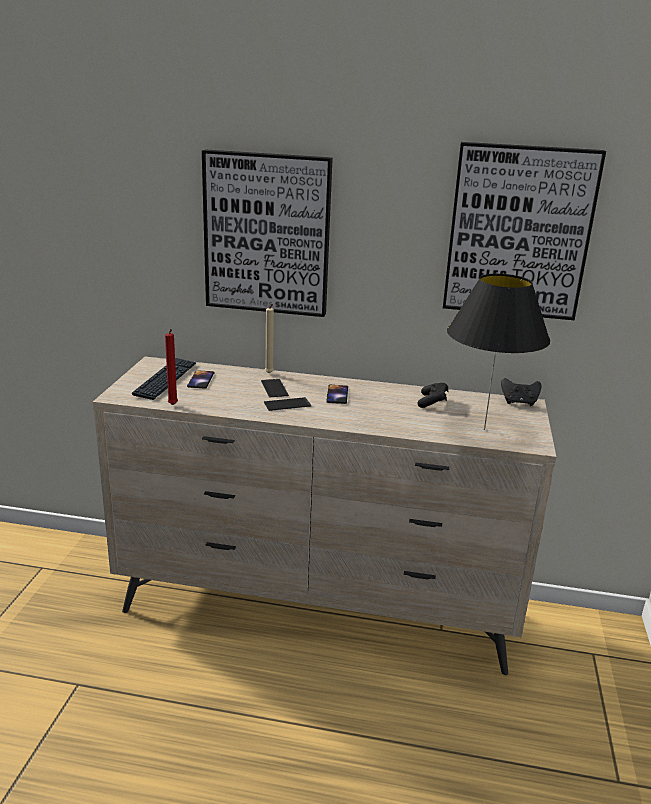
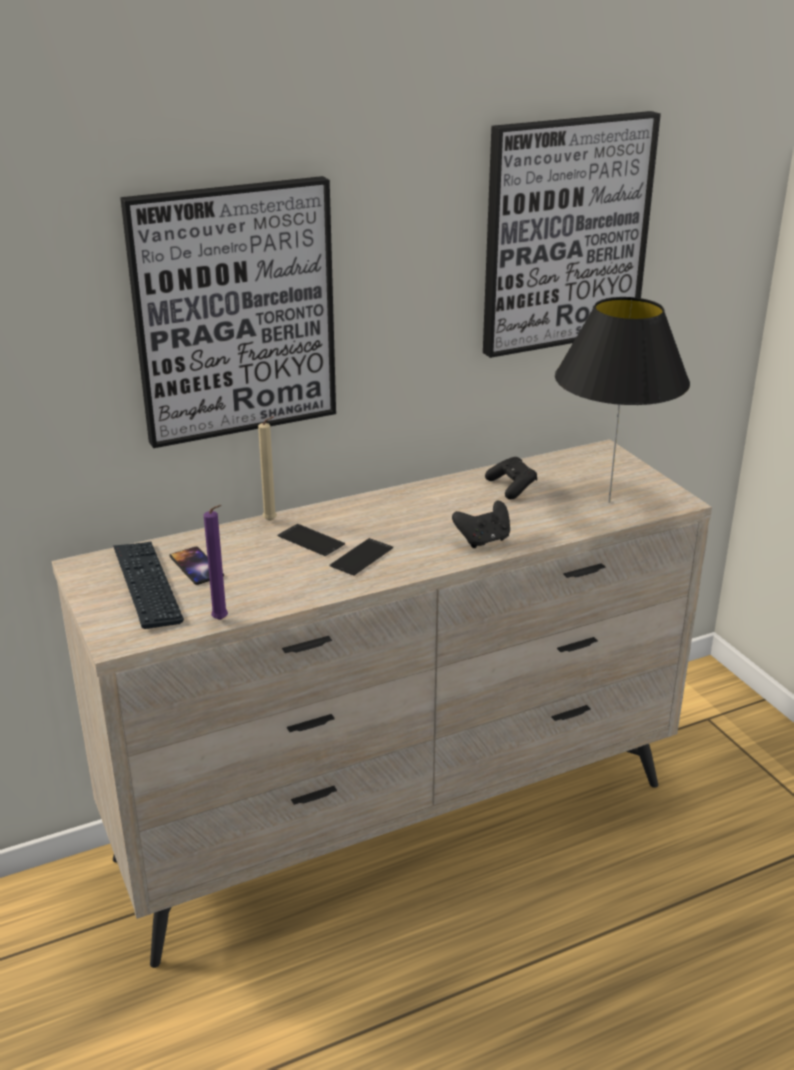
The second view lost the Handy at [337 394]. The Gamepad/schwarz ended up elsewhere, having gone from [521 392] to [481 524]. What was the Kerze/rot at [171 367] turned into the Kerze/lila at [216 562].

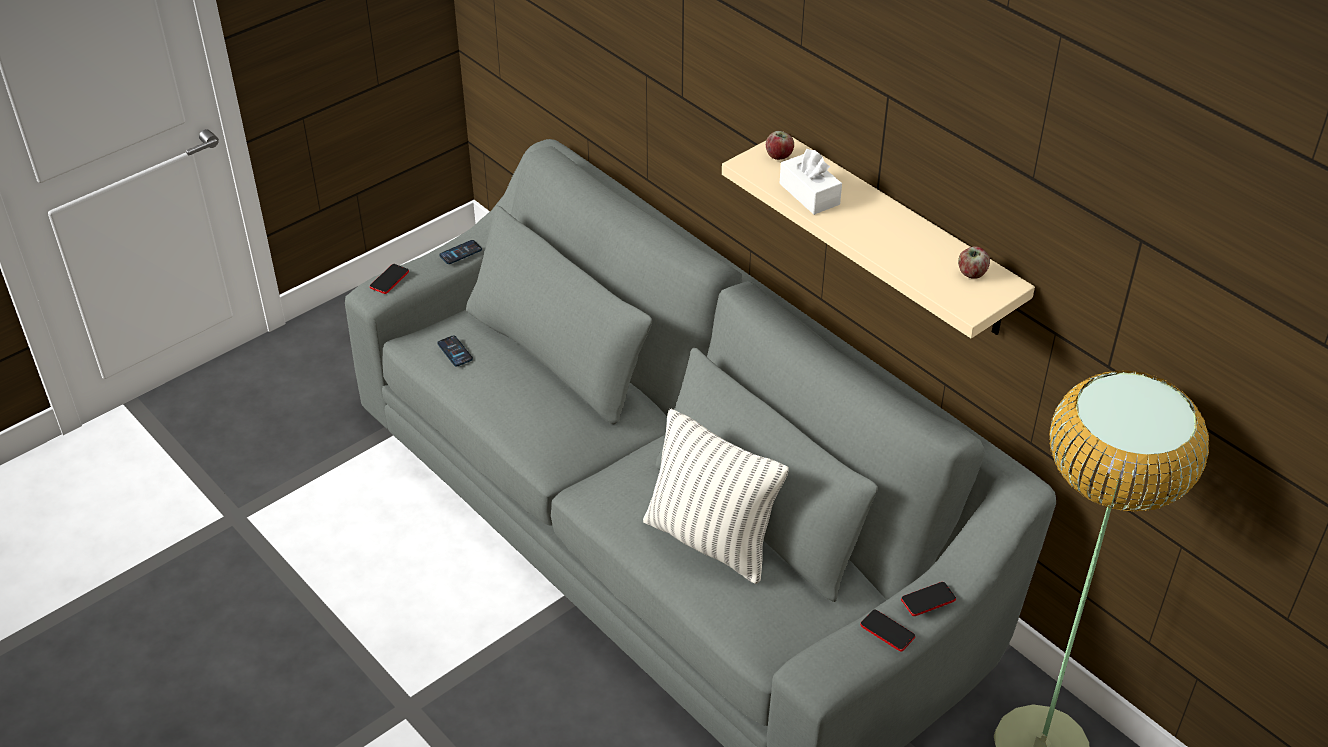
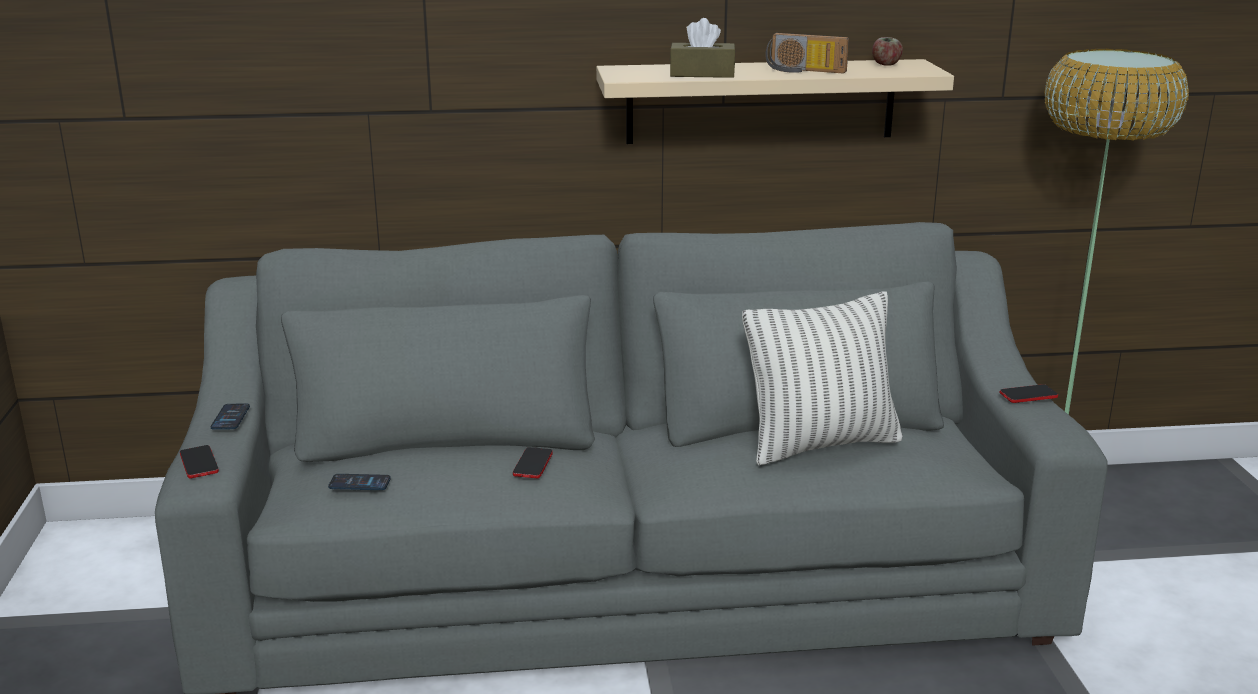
The second view lost the Apfel at [780 145]. The second view gained the Radio at [807 53]. The Handy ended up elsewhere, having gone from [928 599] to [533 463]. What was the Taschentuchbox/weiß at [811 182] turned into the Taschentuchbox/braun at [703 48].

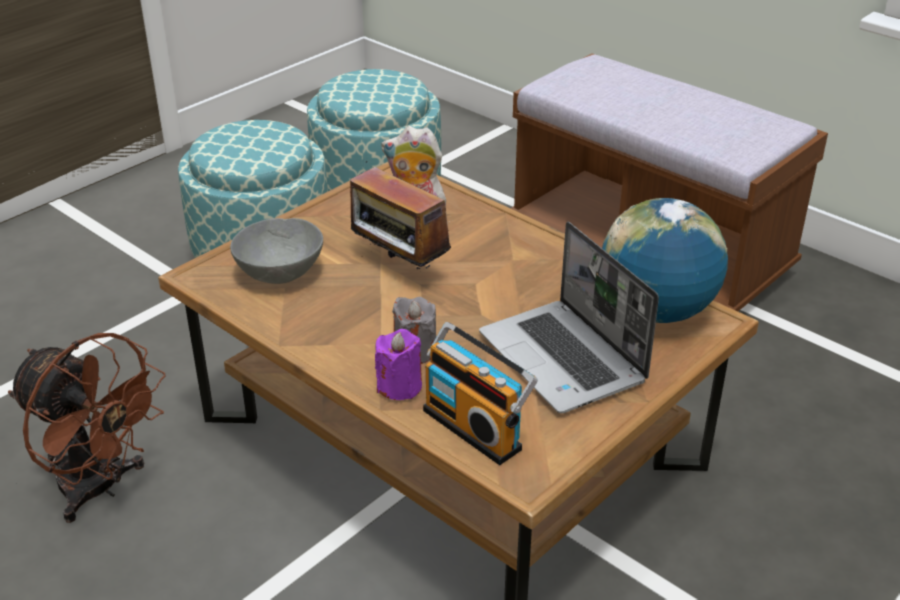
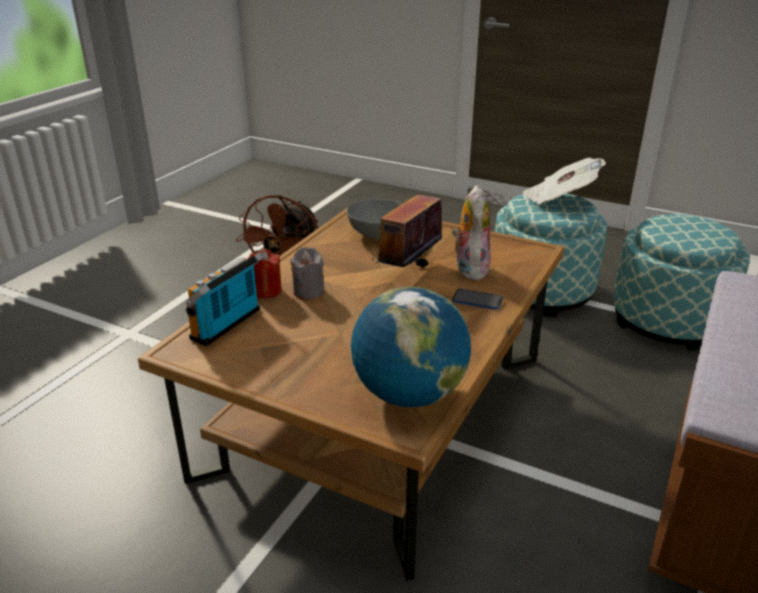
The second view lost the Laptop at [569 317]. The second view gained the Handy at [477 299]. The second view gained the Zeitung at [564 181]. What was the Kerze/lila at [398 364] turned into the Kerze/rot at [265 274].

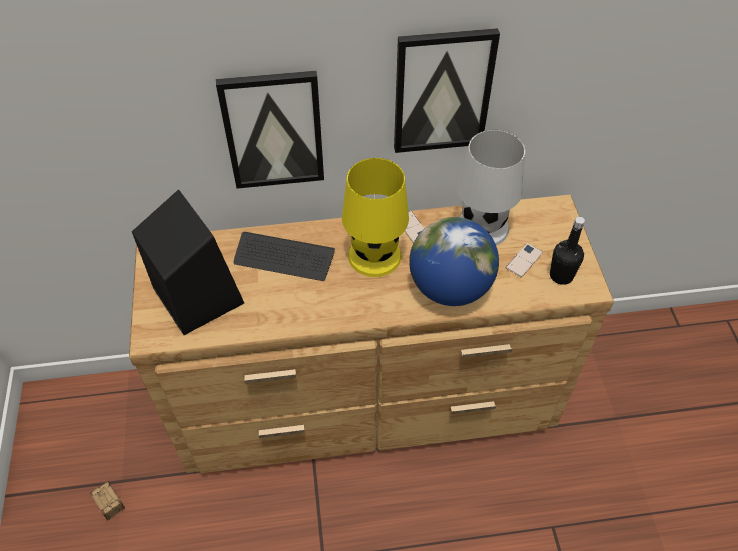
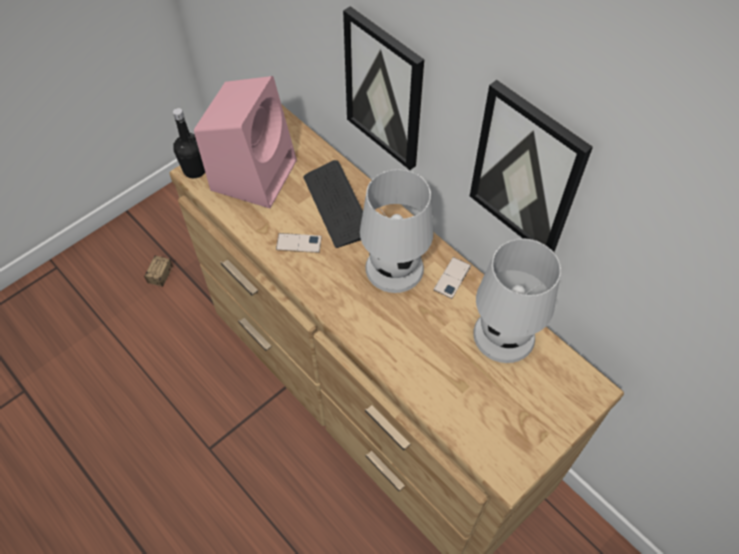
The second view lost the Globus at [454 261]. The Handy ended up elsewhere, having gone from [524 260] to [299 243]. The Flasche/schwarz ended up elsewhere, having gone from [567 251] to [189 143]. What was the Lautsprecher/schwarz at [188 262] turned into the Lautsprecher/rosa at [245 142]. What was the Tischlampe/gelb at [375 217] turned into the Tischlampe/weiß at [397 231].

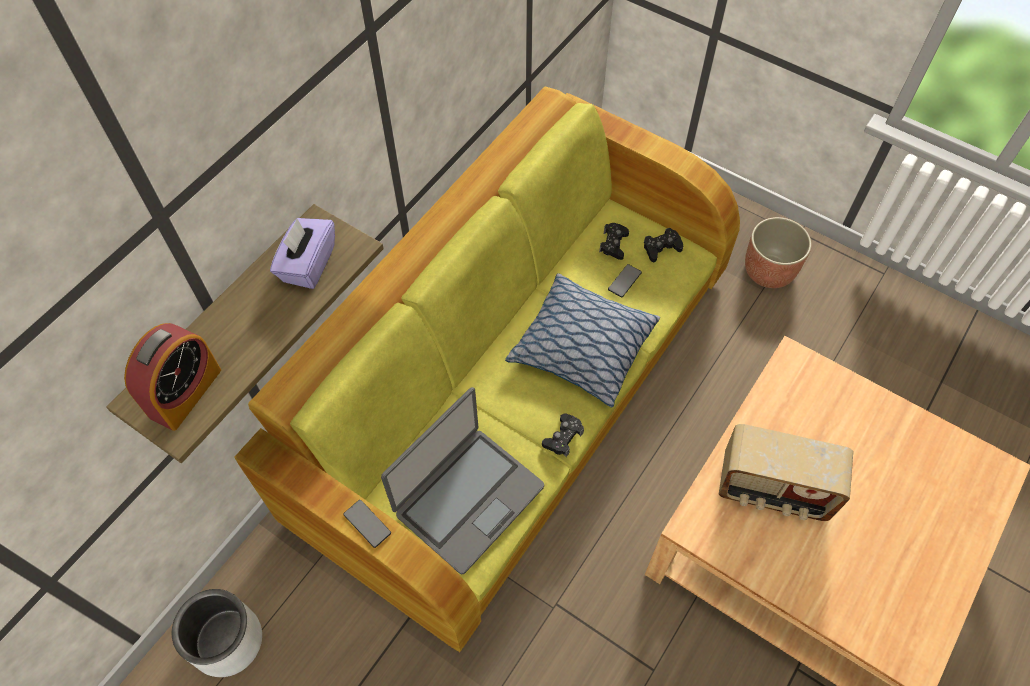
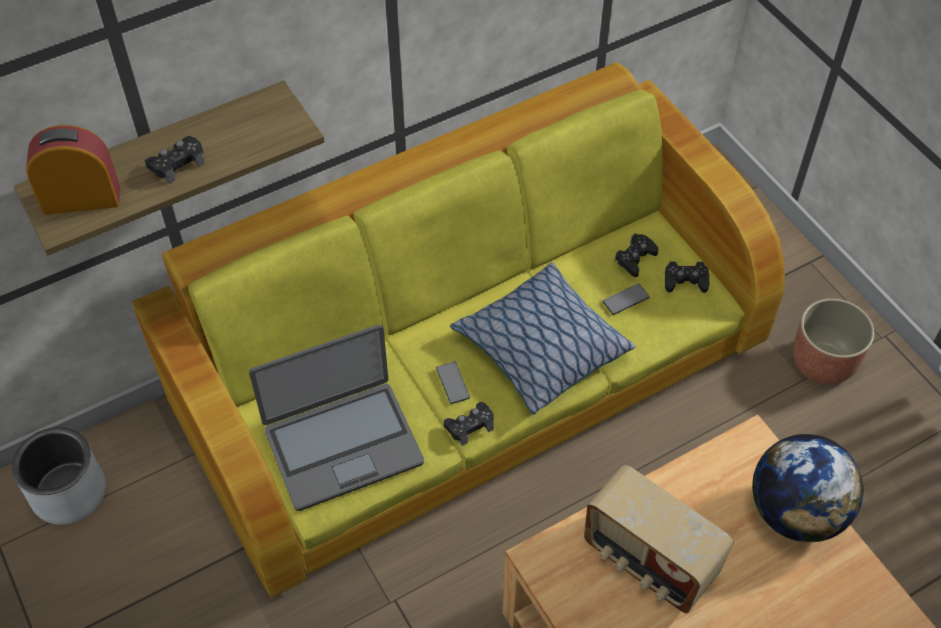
The second view lost the Taschentuchbox/lila at [302 253]. The second view gained the Gamepad/schwarz at [175 160]. The second view gained the Globus at [807 488]. The Handy ended up elsewhere, having gone from [367 524] to [453 382]. The Wecker at [172 377] ended up facing another way, 150 degrees counterclockwise from before.

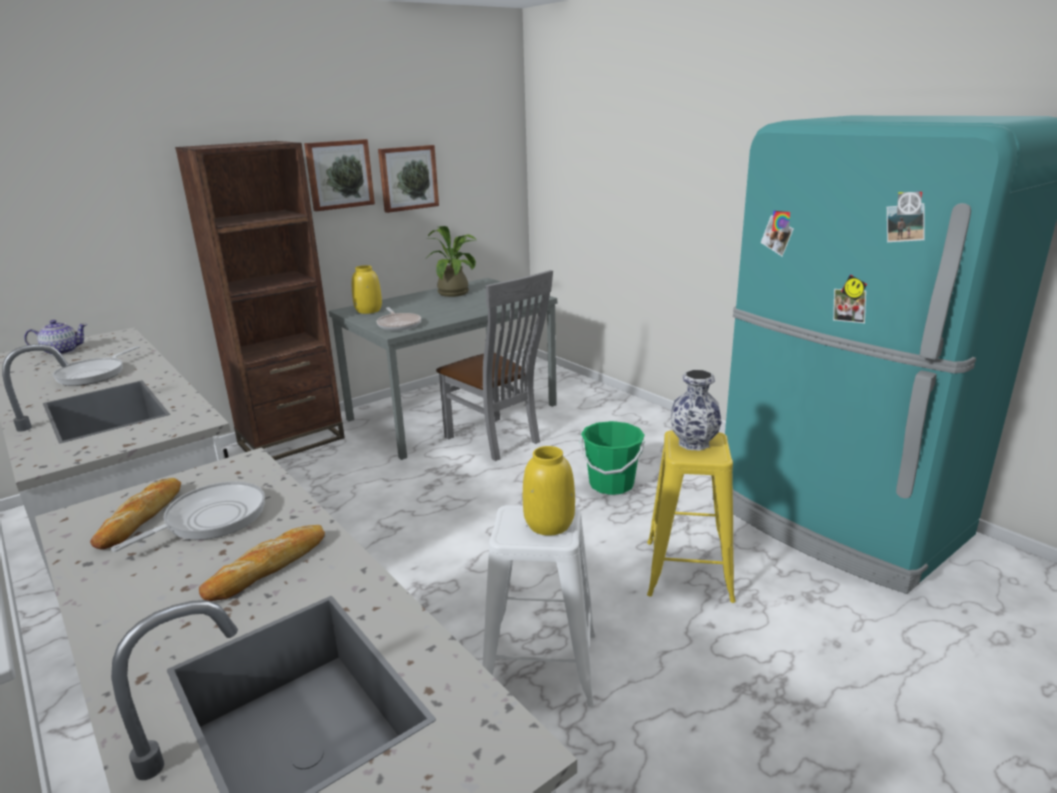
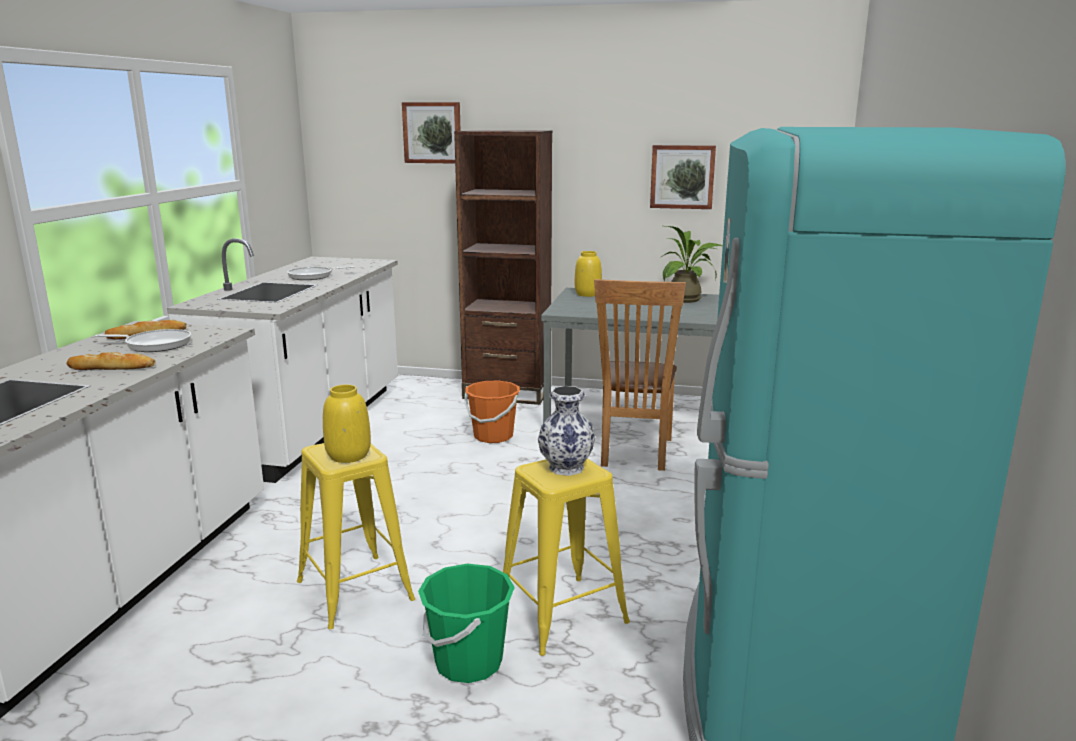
The second view lost the Teekanne at [55 337]. The second view lost the Pfanne at [399 319]. The second view gained the Eimer/orange at [492 412]. The Bild ended up elsewhere, having gone from [339 175] to [431 133]. The Eimer/grün ended up elsewhere, having gone from [612 458] to [466 623]. What was the Stuhl/grau at [494 365] turned into the Stuhl/braun at [640 375]. What was the Hocker/weiß at [539 606] turned into the Hocker/gelb at [356 536].

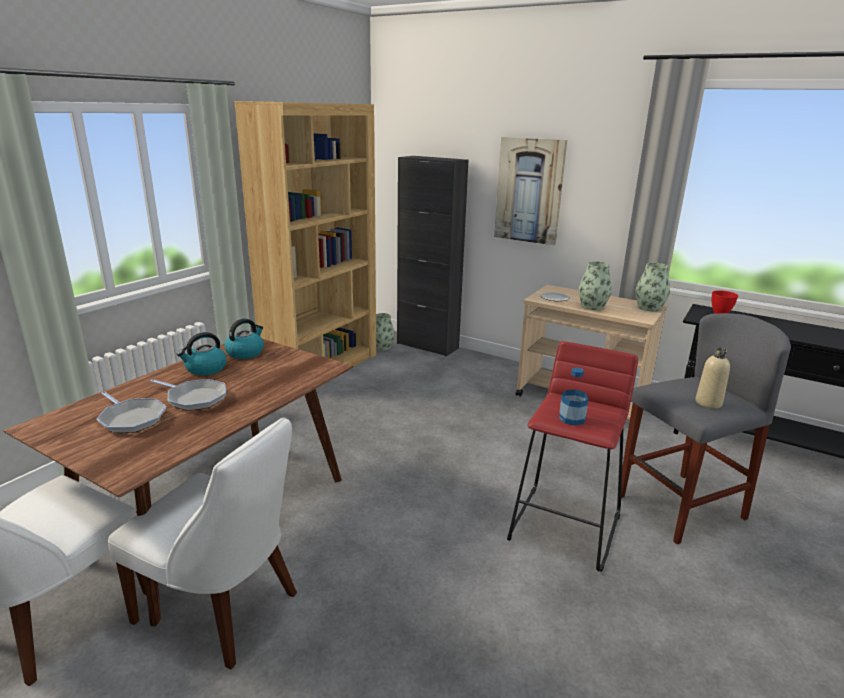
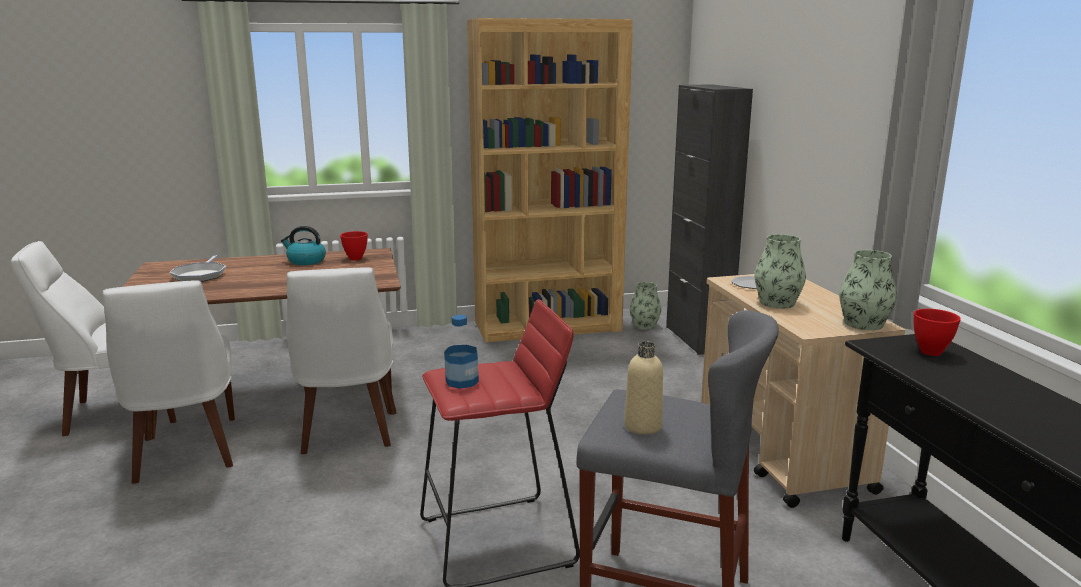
The second view lost the Pfanne at [188 395]. The second view lost the Bild at [530 191]. The second view gained the Stuhl/weiß at [339 361]. Where the Wasserkessel stood at [244 338], the Schüssel/rot came to stand at [354 245].

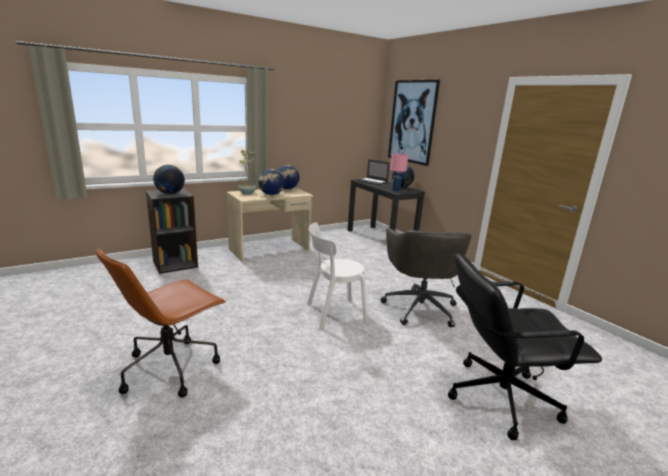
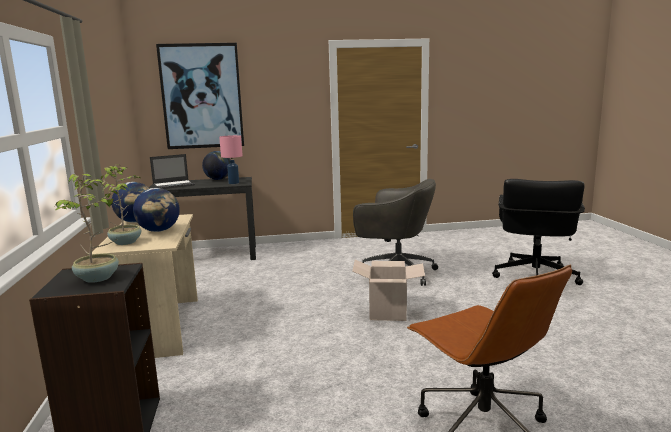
Where the Globus stood at [169 179], the Topfpflanze came to stand at [87 228]. Where the Stuhl/weiß stood at [337 276], the Karton came to stand at [388 290].

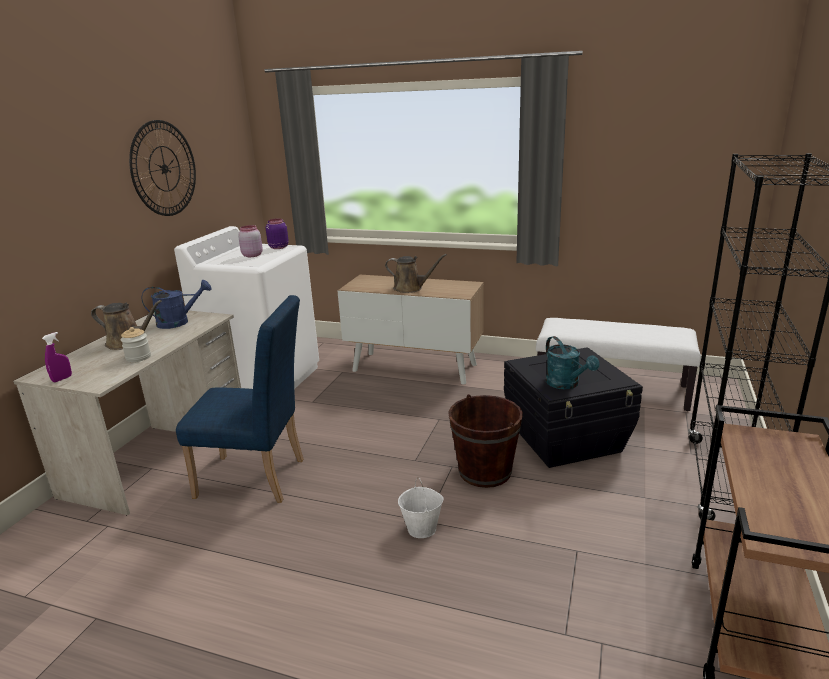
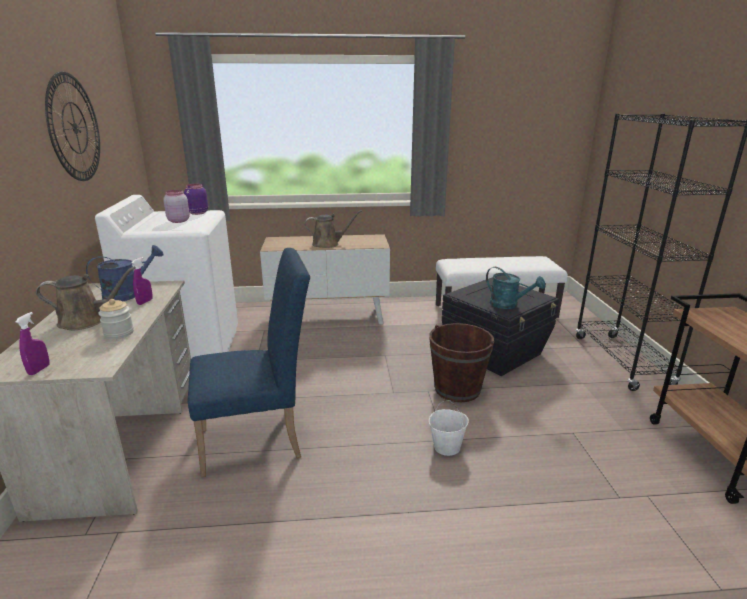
The second view gained the Sprühflasche/lila at [142 281].

